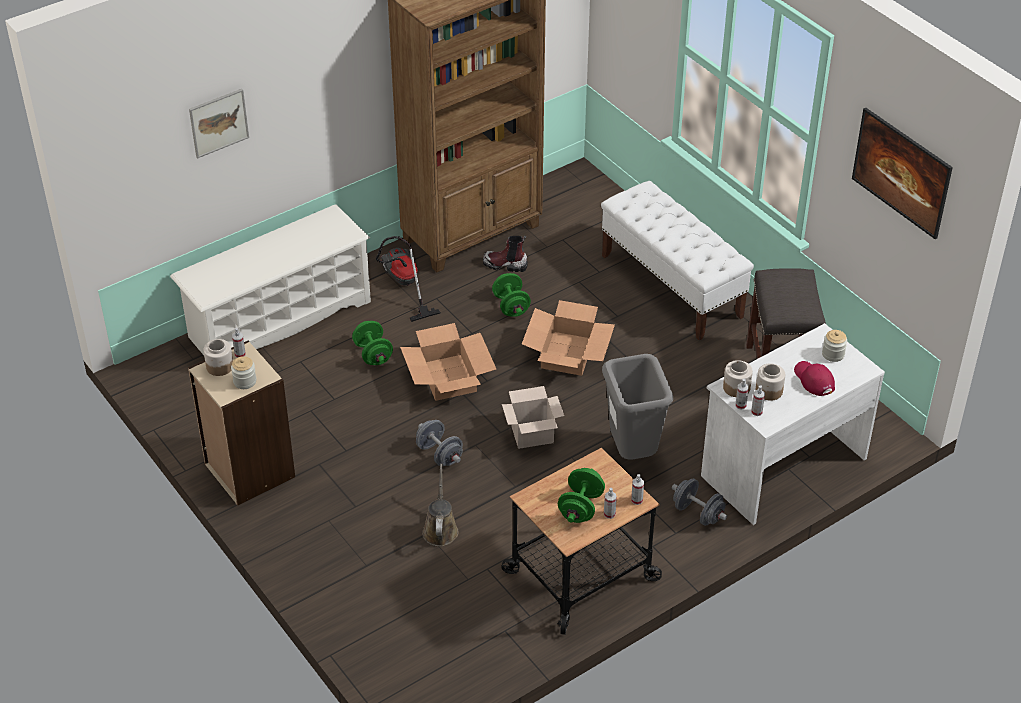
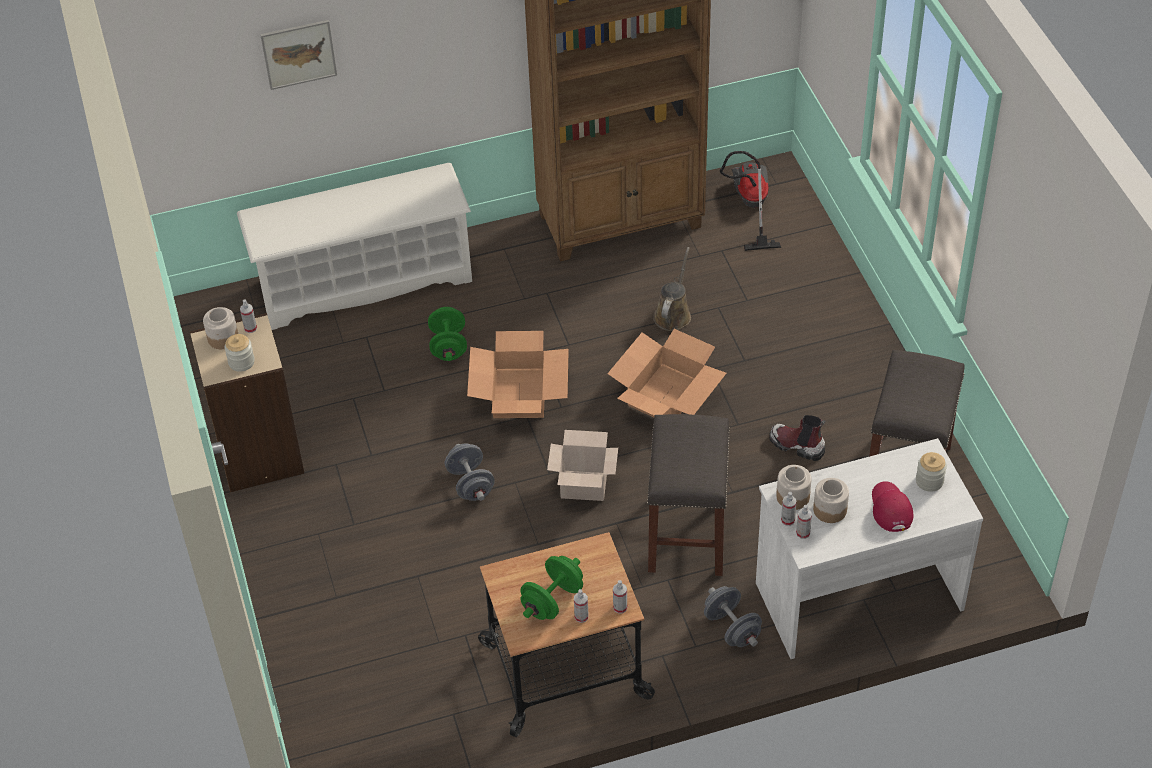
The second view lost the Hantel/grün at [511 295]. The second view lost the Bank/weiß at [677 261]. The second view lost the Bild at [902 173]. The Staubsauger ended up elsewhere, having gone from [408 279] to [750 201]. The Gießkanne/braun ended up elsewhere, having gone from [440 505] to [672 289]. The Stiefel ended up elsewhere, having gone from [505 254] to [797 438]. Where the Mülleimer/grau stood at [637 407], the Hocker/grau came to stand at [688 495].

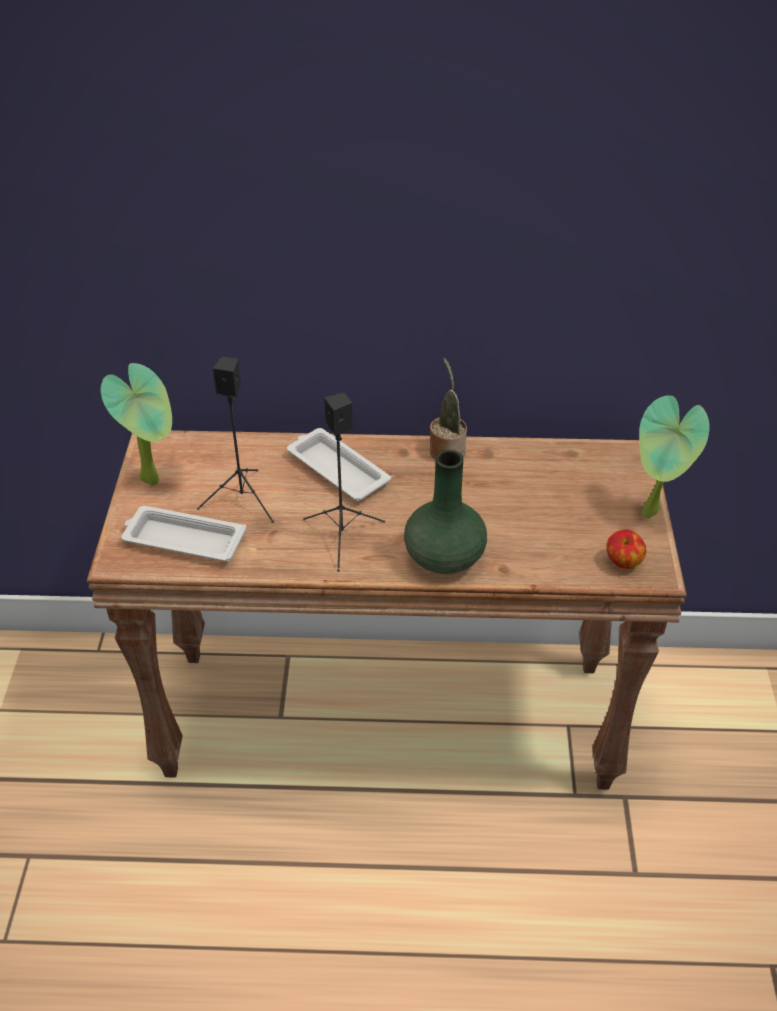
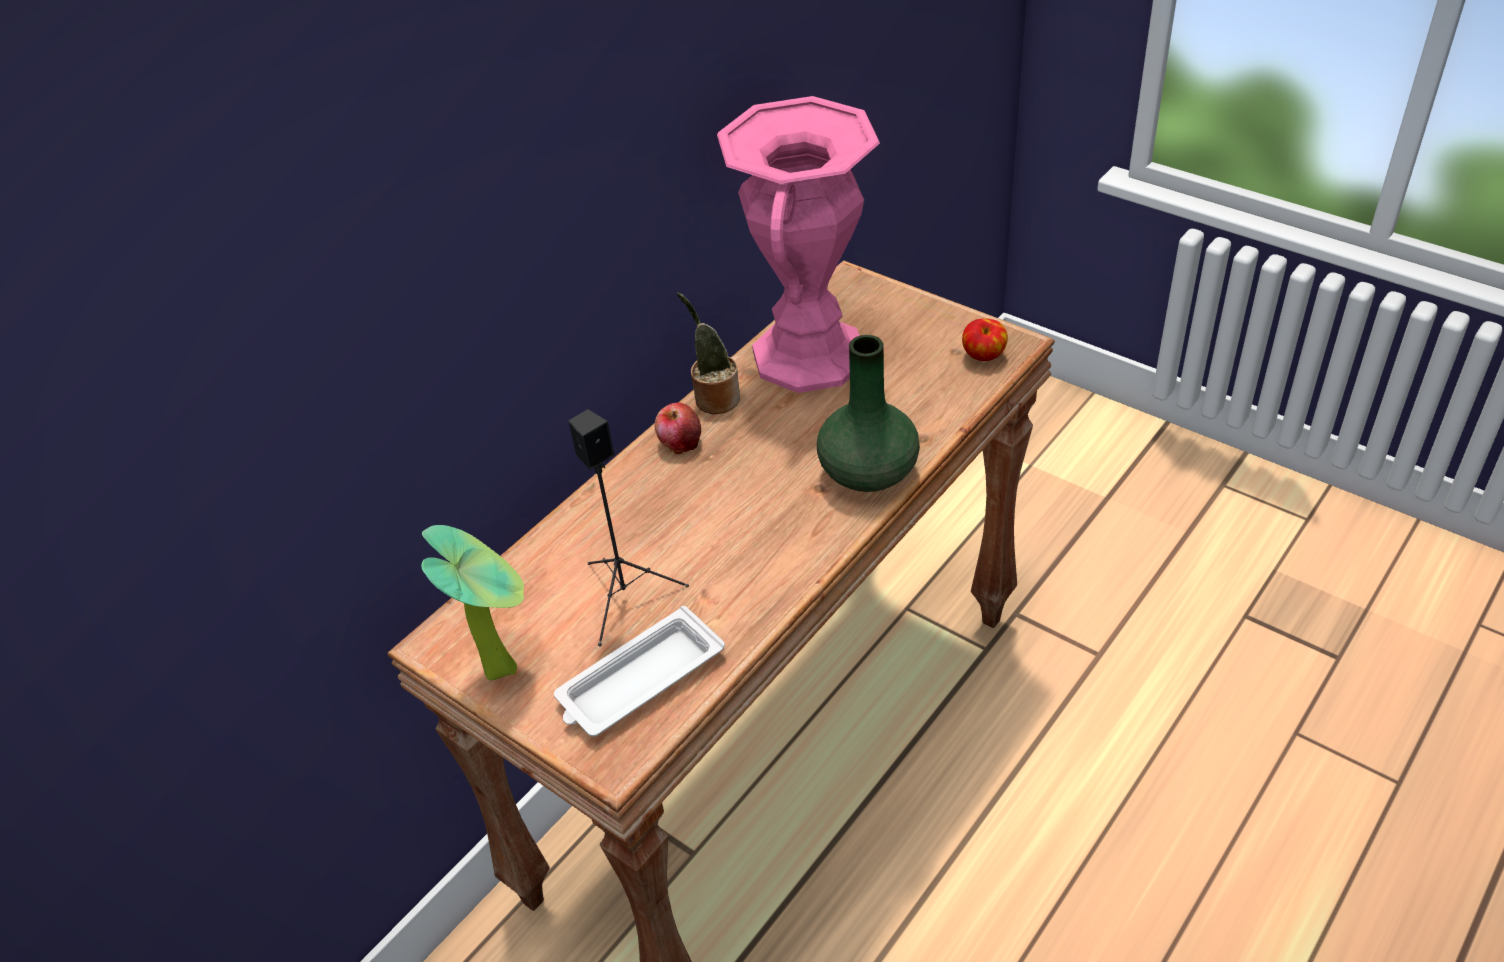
The second view lost the Tablett/weiß at [339 464]. The second view lost the Lautsprecher/schwarz at [344 482]. The second view lost the Topfpflanze at [674 456]. The second view gained the Apfel at [677 428]. The second view gained the Vase/rosa at [798 244].

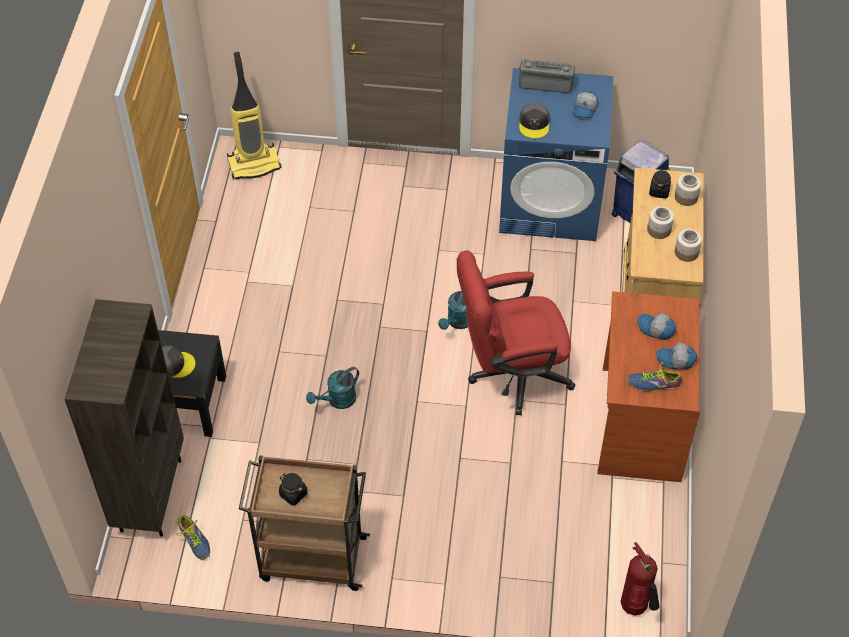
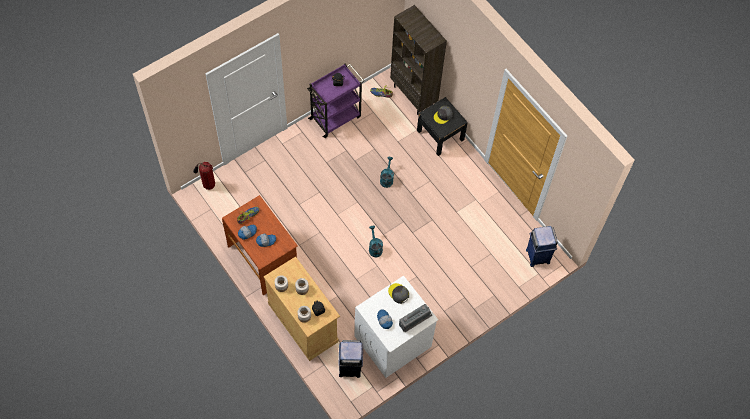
The second view lost the Bürostuhl/rot at [516 333]. Where the Staubsauger stood at [254 116], the Mülleimer/blau came to stand at [542 246]. What was the Rollwagen/braun at [304 523] turned into the Rollwagen/lila at [335 100]. What was the Waschmaschine/blau at [556 154] turned into the Waschmaschine/weiß at [396 327].

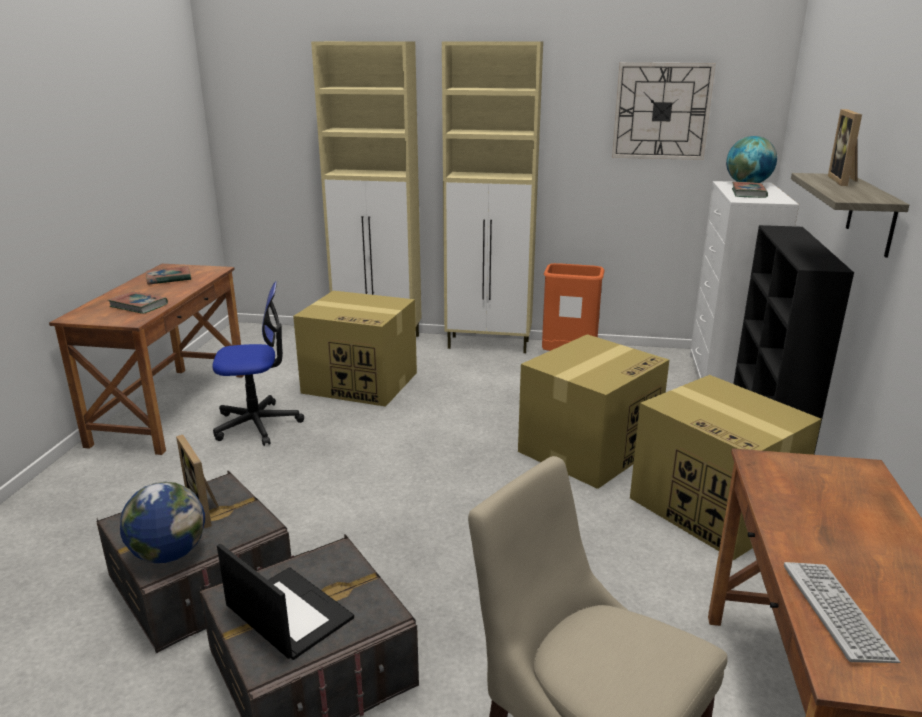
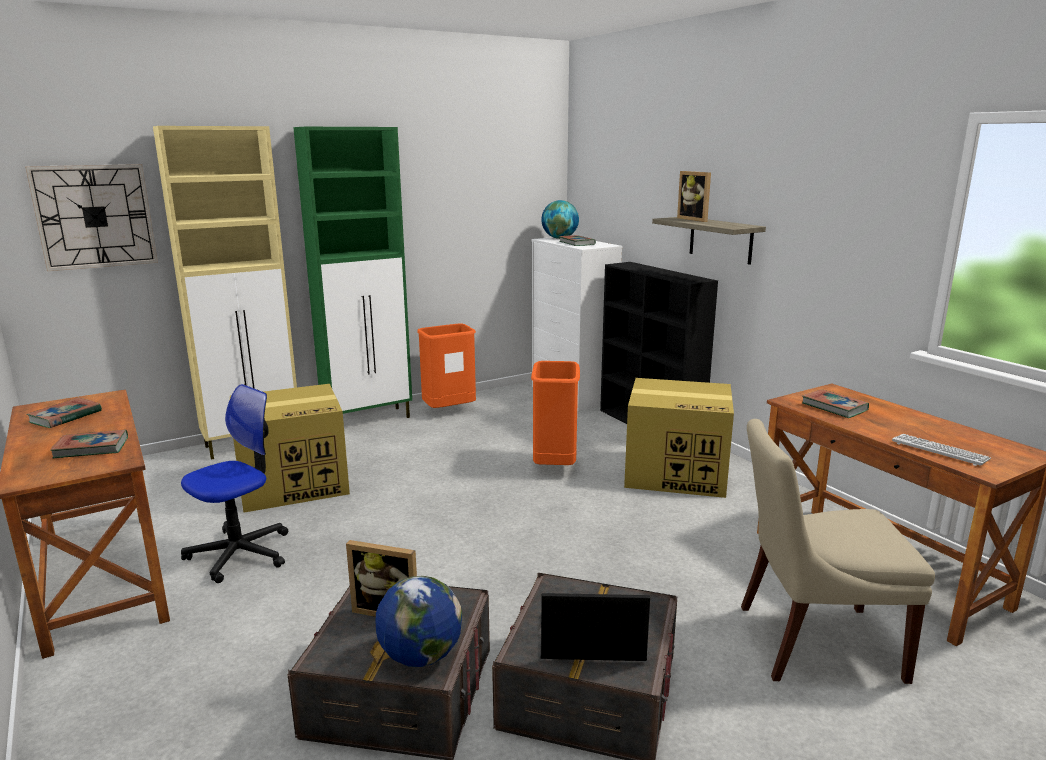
The second view gained the Buch at [835 403]. The Wanduhr ended up elsewhere, having gone from [664 111] to [91 217]. Where the Karton stood at [593 411], the Mülleimer/orange came to stand at [555 413]. What was the Schrank/beige at [492 197] turned into the Schrank/grün at [352 272].

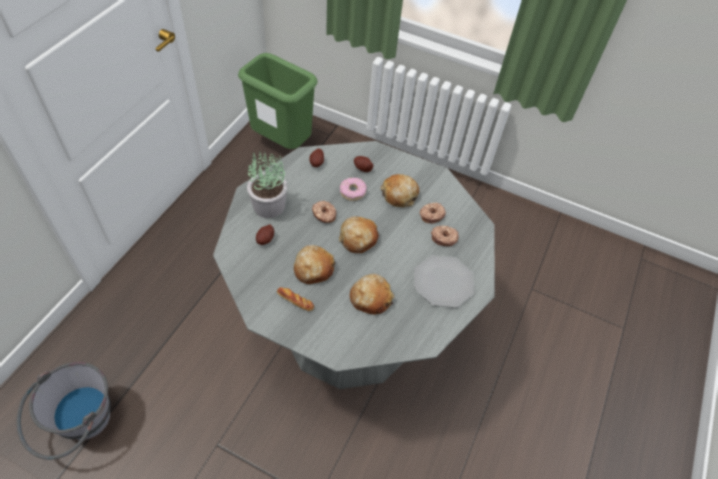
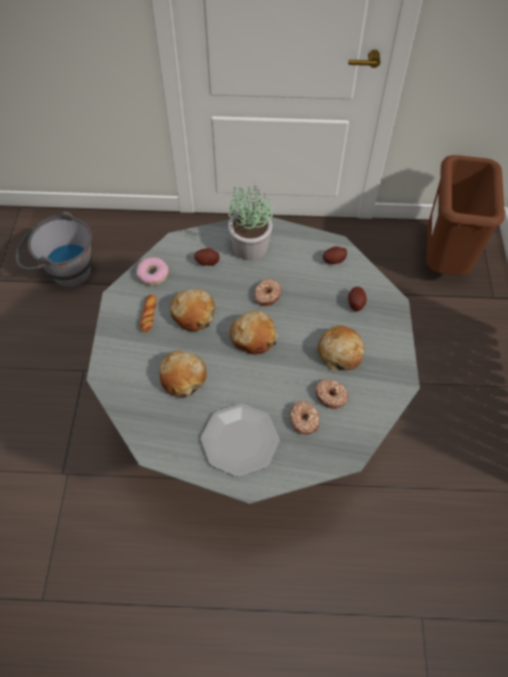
The Donut ended up elsewhere, having gone from [353 189] to [152 271]. What was the Mülleimer/grün at [277 101] turned into the Mülleimer/braun at [466 215].

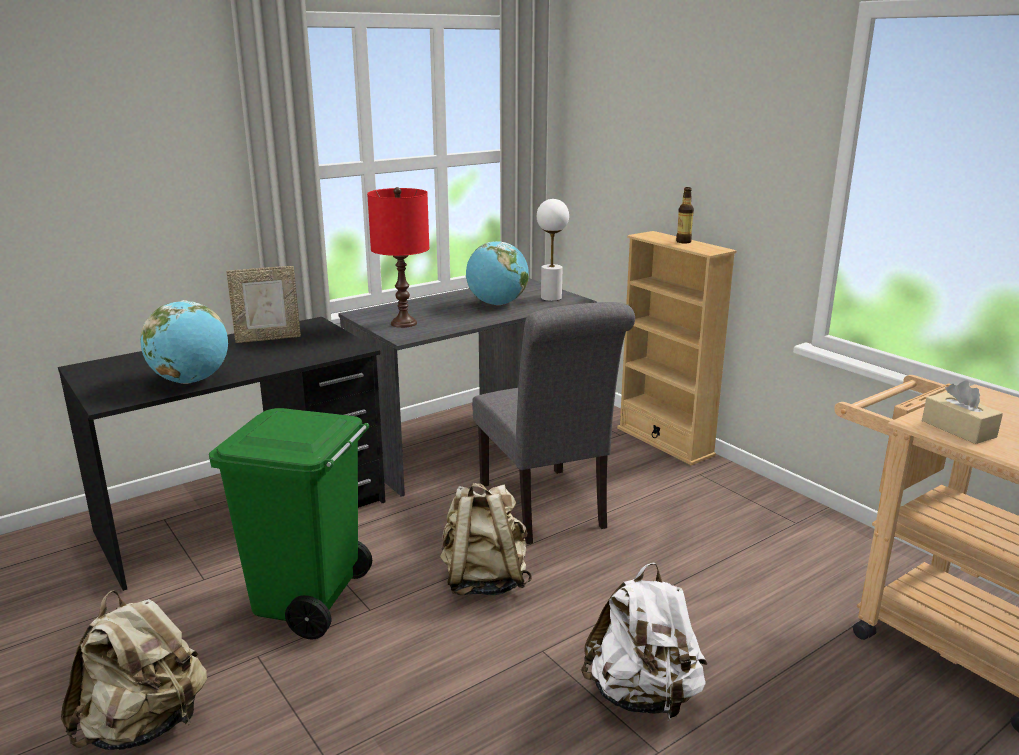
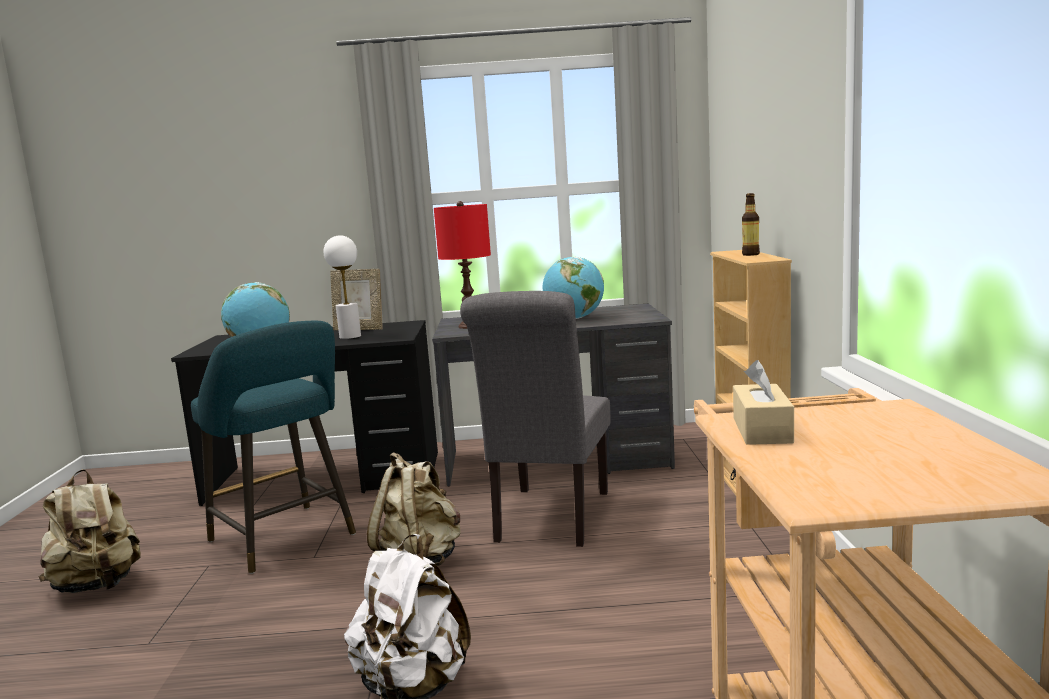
The Tischlampe/weiß ended up elsewhere, having gone from [553 250] to [342 287]. Where the Mülleimer/grün stood at [290 523], the Hocker/türkis came to stand at [273 447].

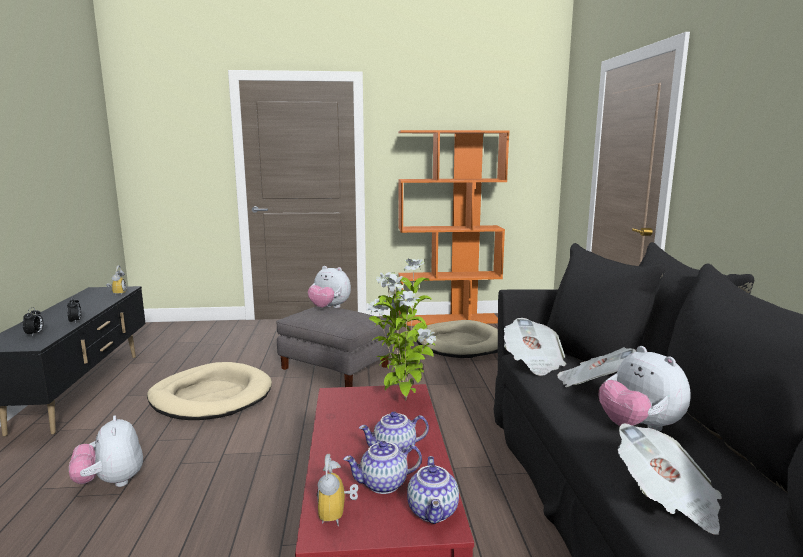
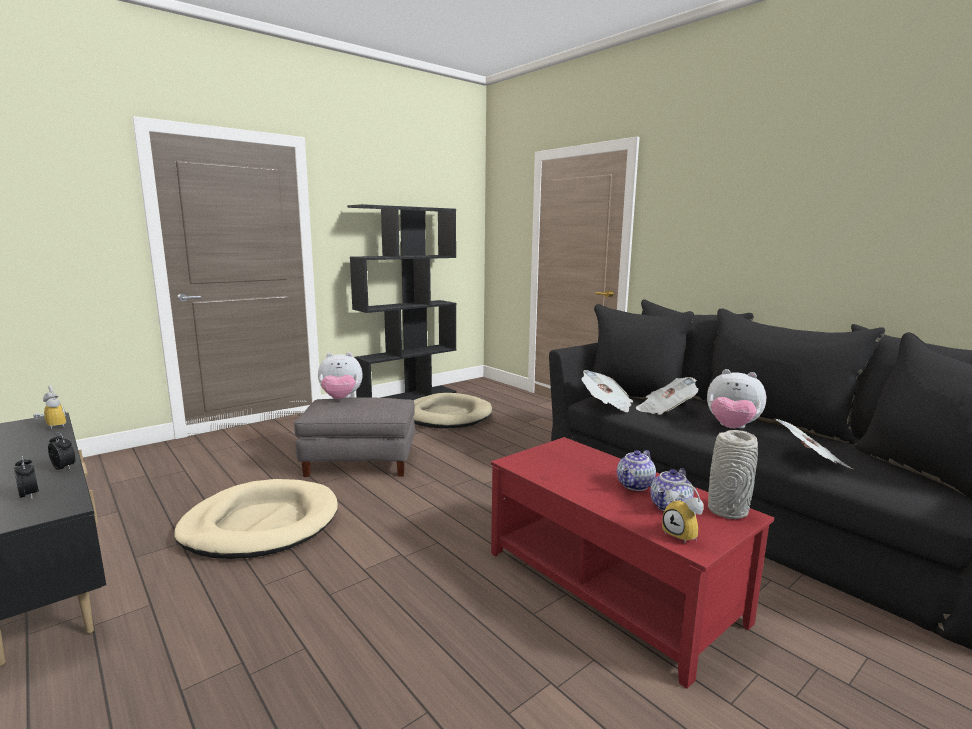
The second view lost the Plüschtier at [106 451]. The second view lost the Topfpflanze at [401 329]. Where the Teekanne stood at [433 490], the Vase/grau came to stand at [733 474]. What was the Bücherregal/orange at [454 228] turned into the Bücherregal/schwarz at [402 302].

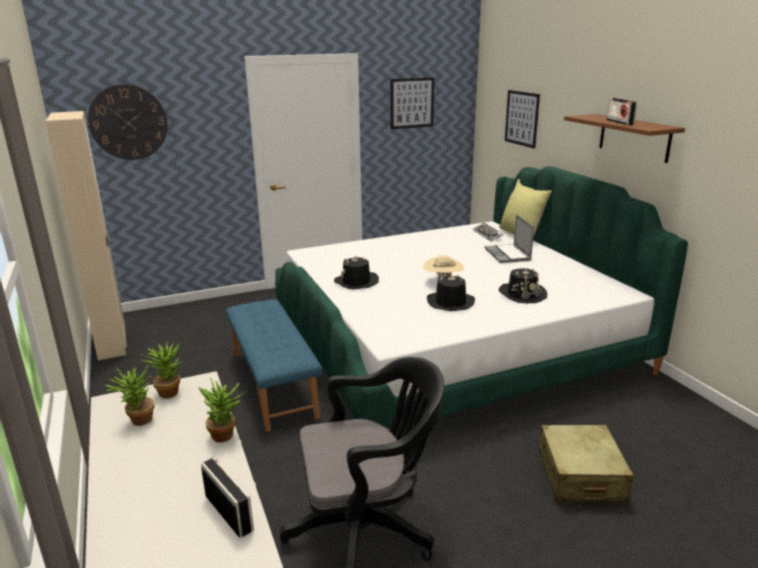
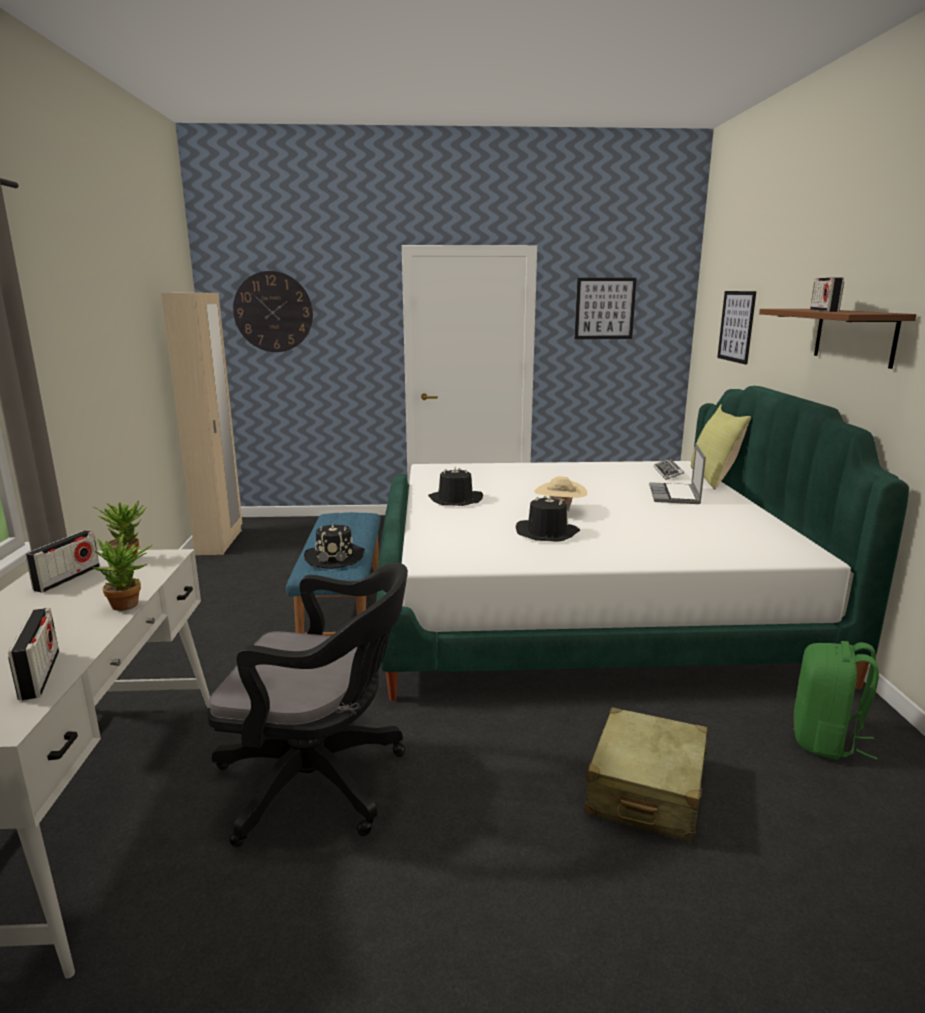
The second view gained the Rucksack/grün at [836 700]. The Hut/schwarz ended up elsewhere, having gone from [523 285] to [334 546]. Where the Topfpflanze stood at [129 396], the Radio came to stand at [62 561].

